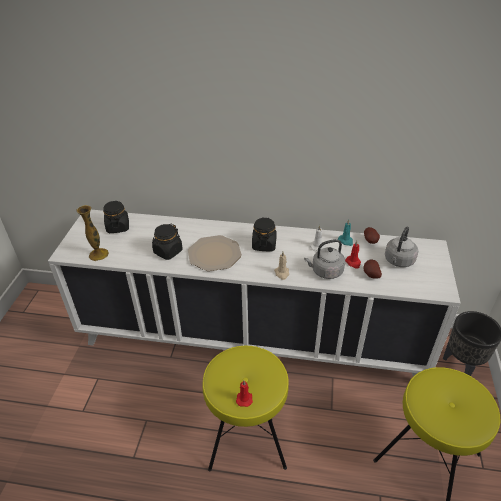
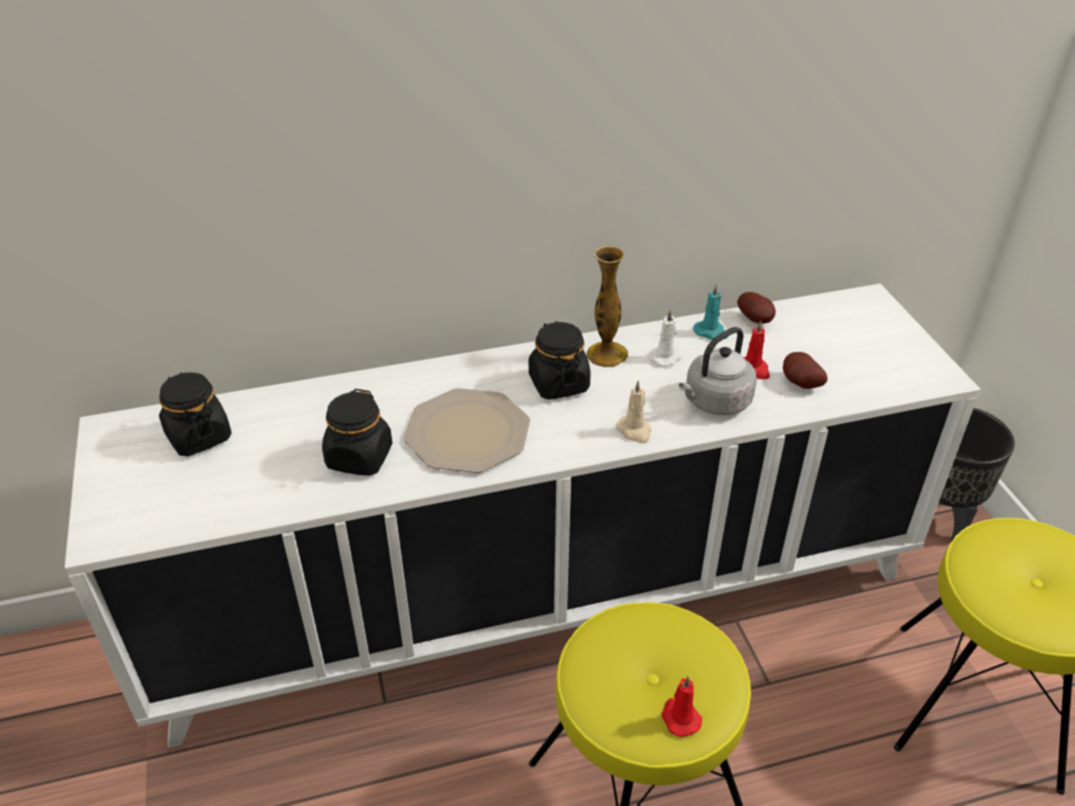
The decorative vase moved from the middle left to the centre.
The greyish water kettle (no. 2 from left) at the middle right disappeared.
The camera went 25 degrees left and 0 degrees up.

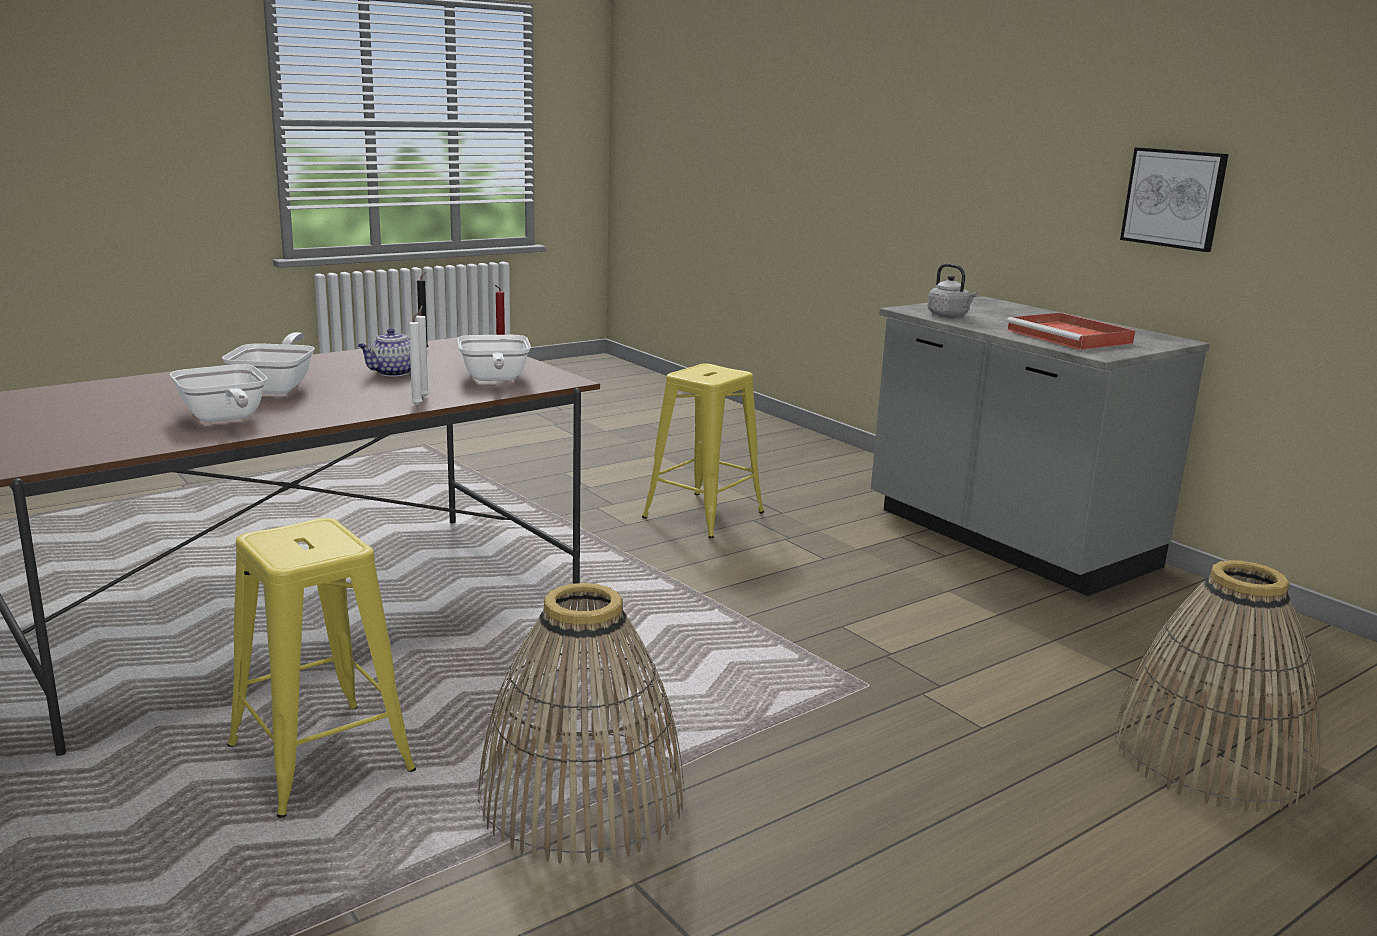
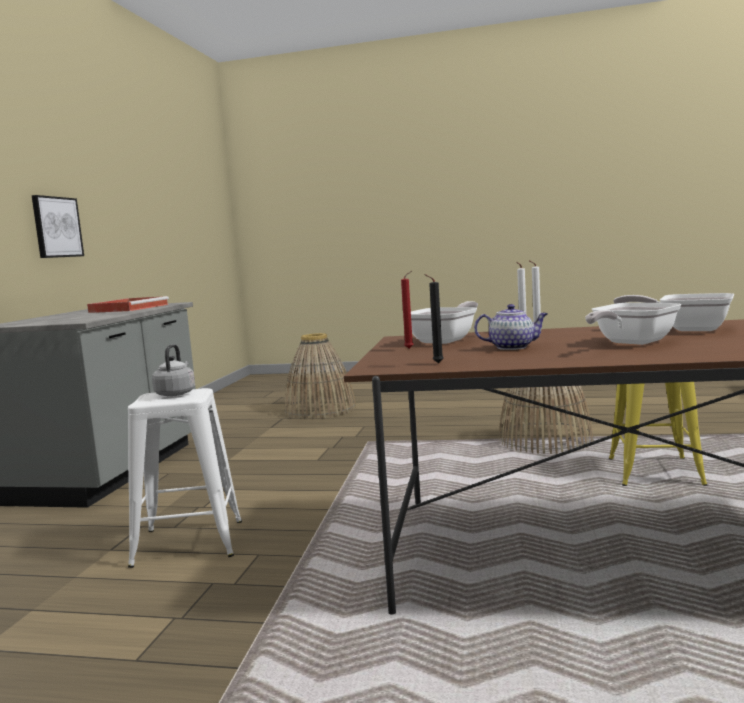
The skillet (no. 1 from left in the first image) at the middle left turned 75 degrees counterclockwise.
The yellowish stool seat (no. 2 from left) at the centre became the white stool seat at the bottom left.
The greyish water kettle moved from the top right to the middle left.
The camera went 130 degrees left and 10 degrees down.

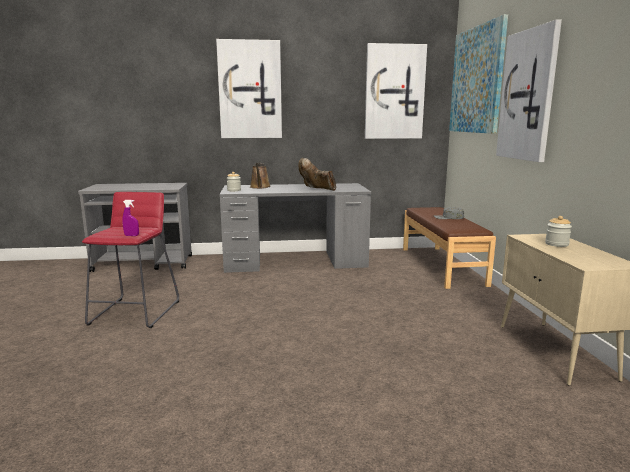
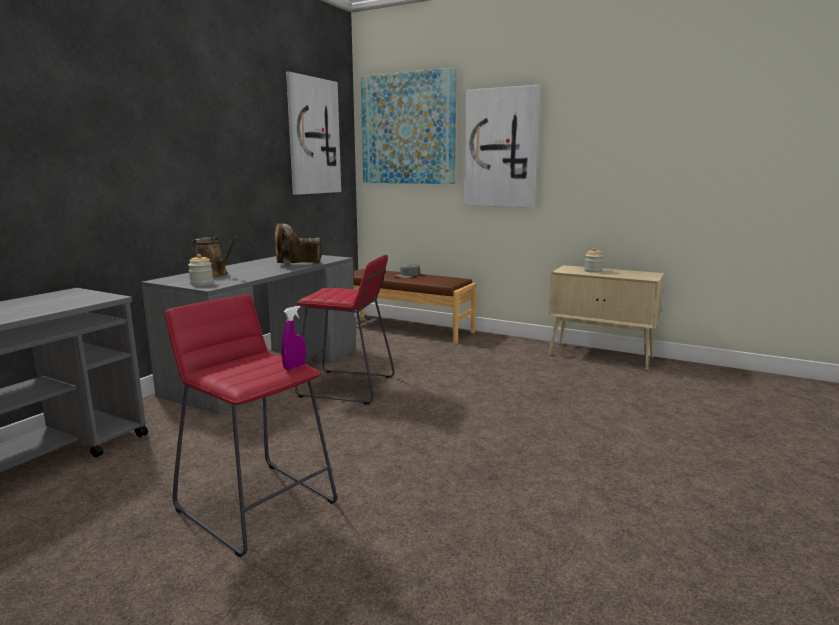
The wall art (no. 1 from left) at the top centre disappeared.
The red-coloured stool seat (no. 2 from left) at the centre appeared.
The camera went 55 degrees left and 0 degrees up.

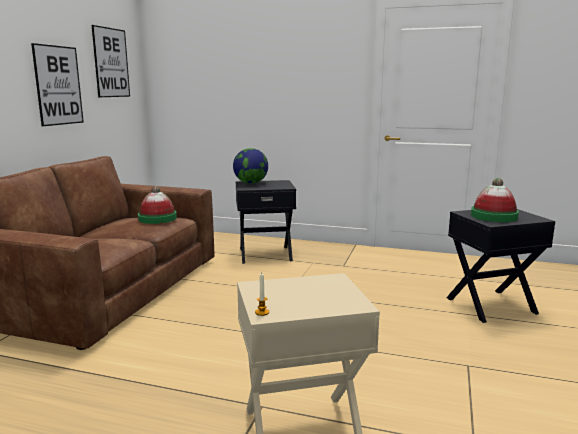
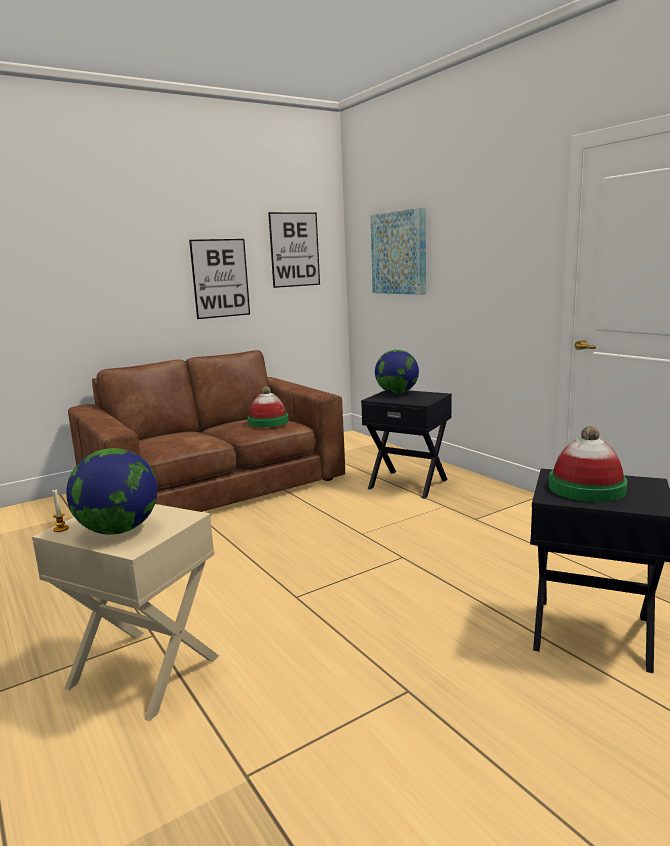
The world globe (no. 1 from left) at the middle left appeared.
The wall art (no. 3 from left) at the top centre appeared.
The camera went 40 degrees right and 0 degrees up.

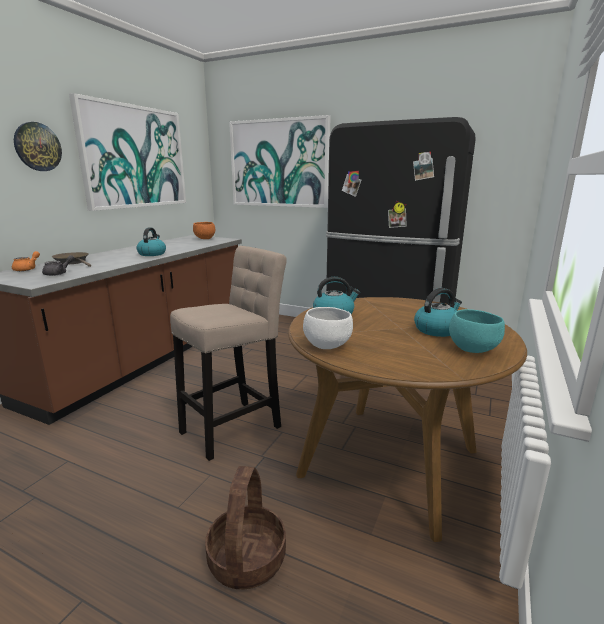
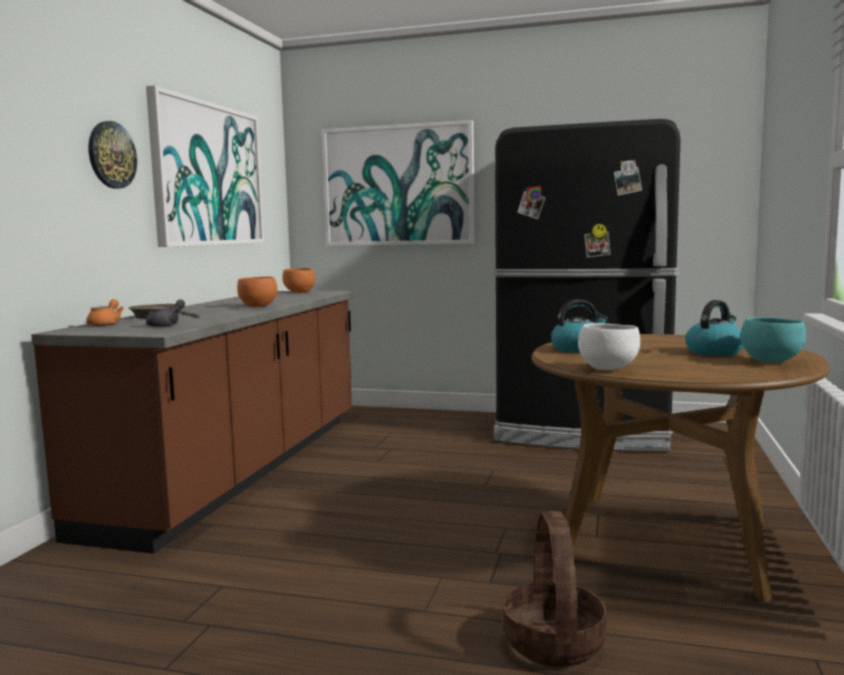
The water kettle (no. 1 from left) at the middle left was replaced by the orangey deep dish (no. 1 from left) at the middle left.
The beige-coloured stool seat at the centre disappeared.
The camera went 10 degrees left and 10 degrees down.

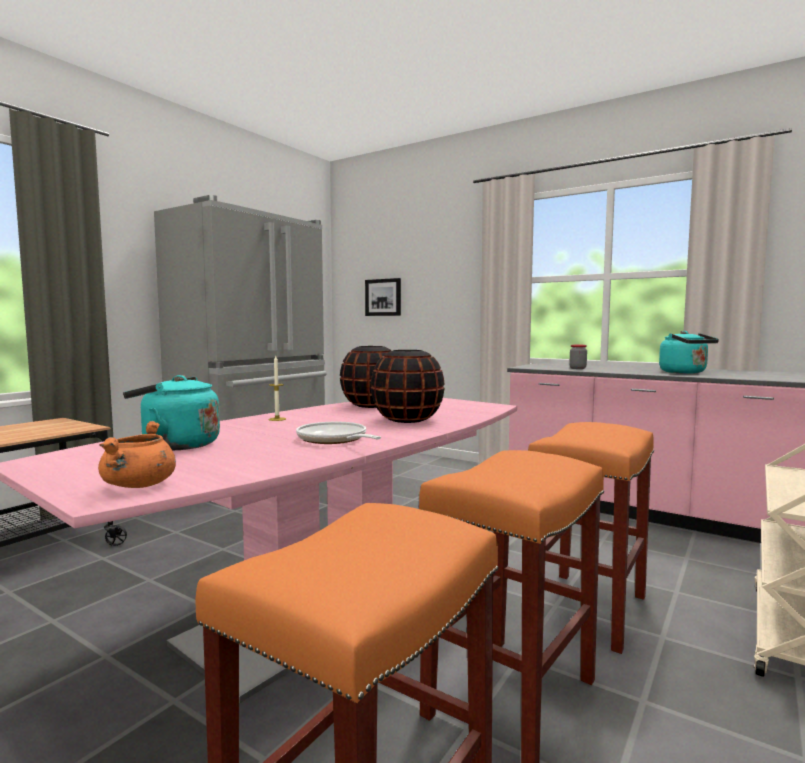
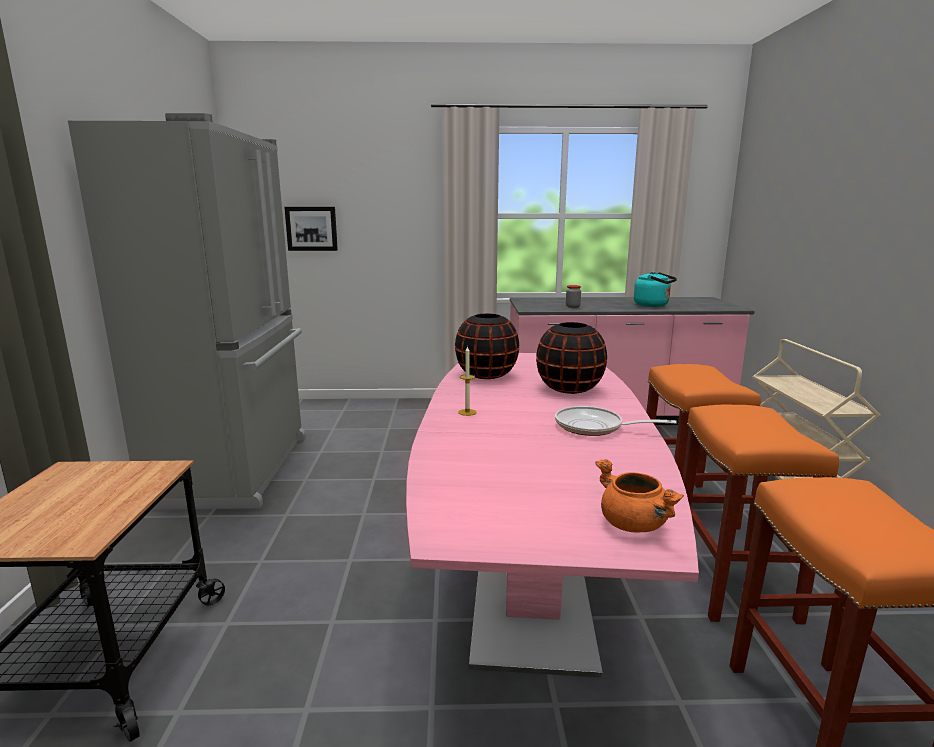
The turquoise-coloured water kettle (no. 1 from left) at the middle left disappeared.
The camera went 35 degrees left and 10 degrees up.

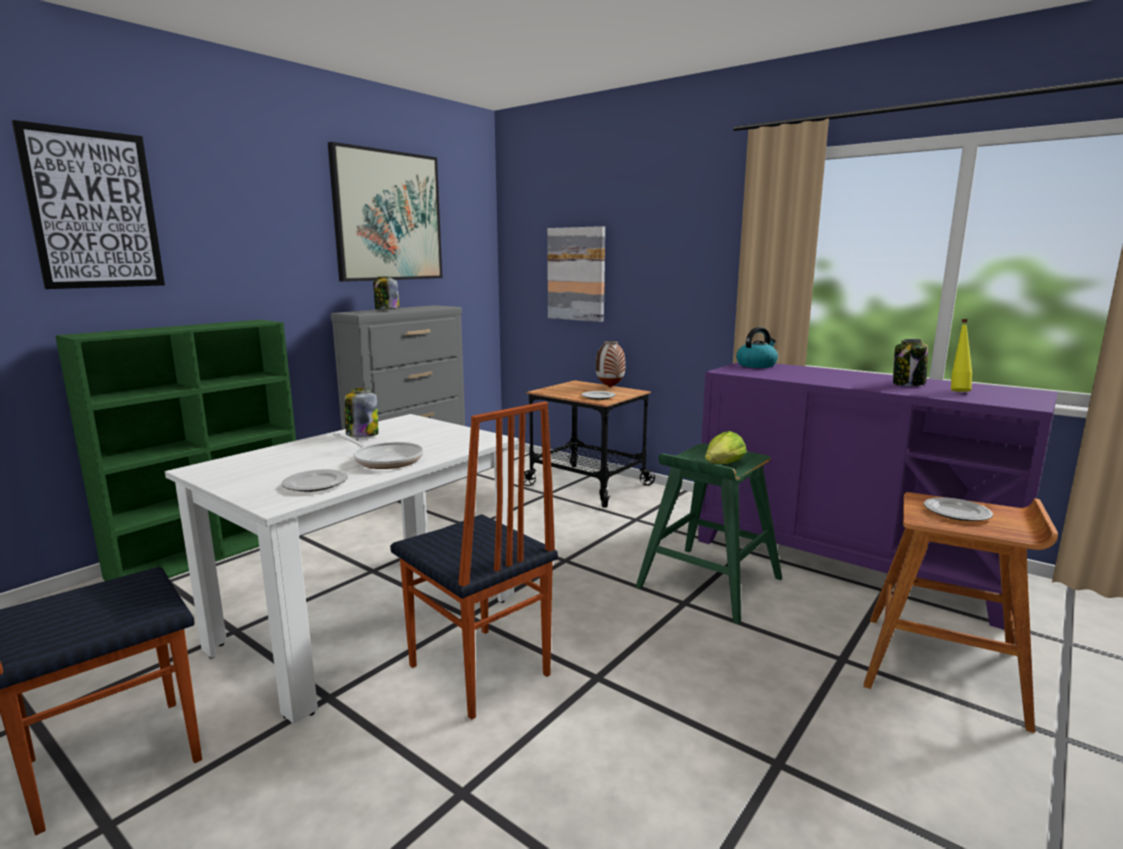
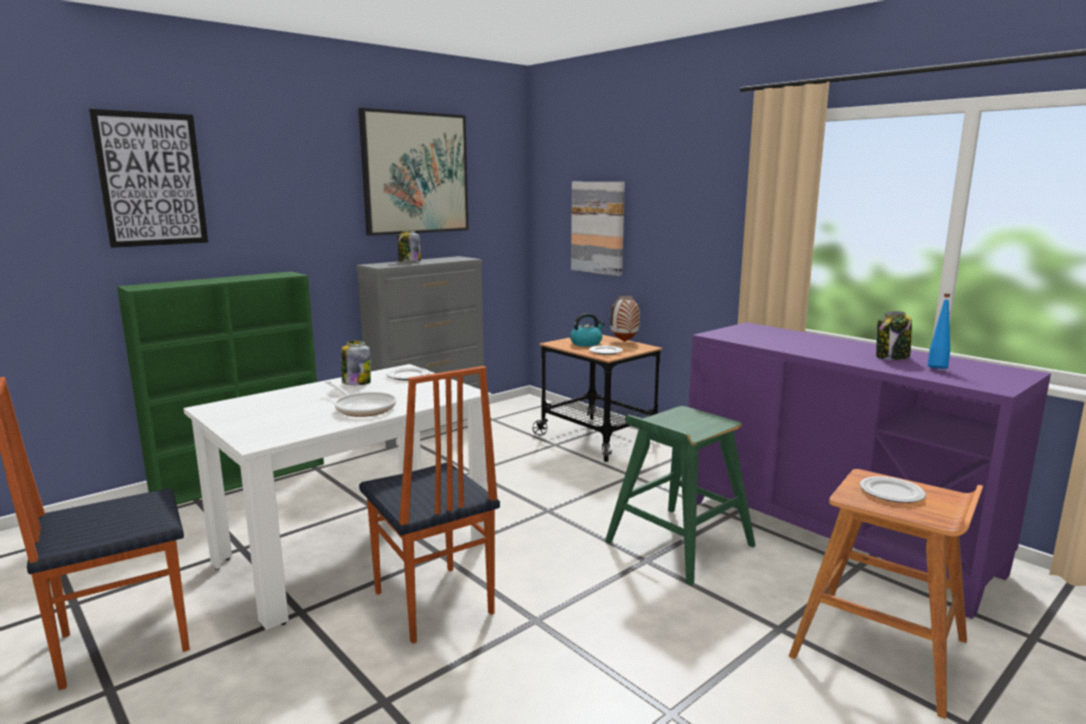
The plate (no. 1 from left) moved from the middle left to the centre.
The lettuce head at the centre disappeared.
The water kettle moved from the middle right to the centre.
The yellowish beverage bottle at the middle right became the blue-coloured beverage bottle at the middle right.
The camera went 10 degrees right and 0 degrees up.

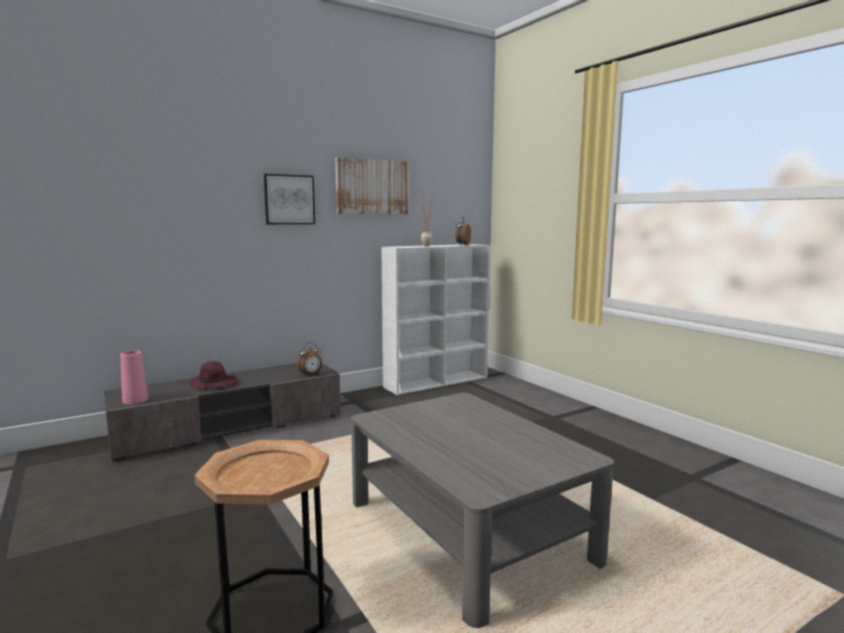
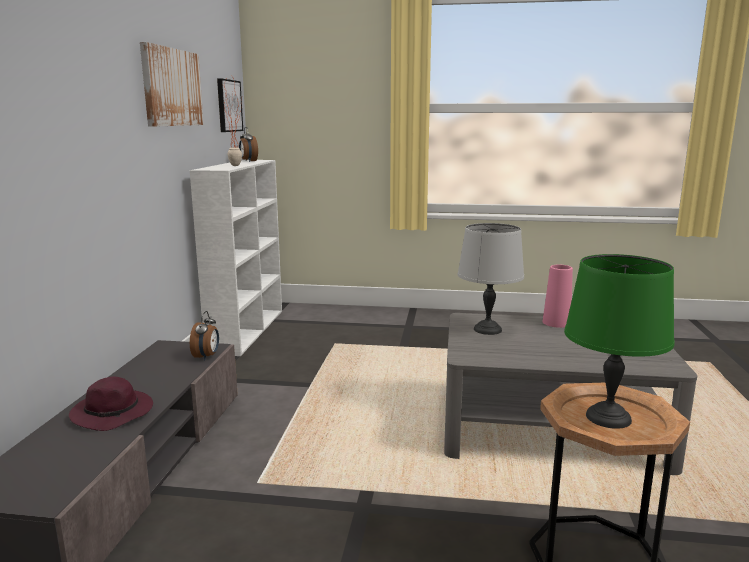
The pink-coloured decorative vase moved from the middle left to the middle right.
The wall art (no. 1 from left in the first image) moved from the top centre to the top left.
The greyish lamp for a table at the centre appeared.
The green-coloured lamp for a table at the middle right appeared.
The camera went 50 degrees left and 5 degrees up.

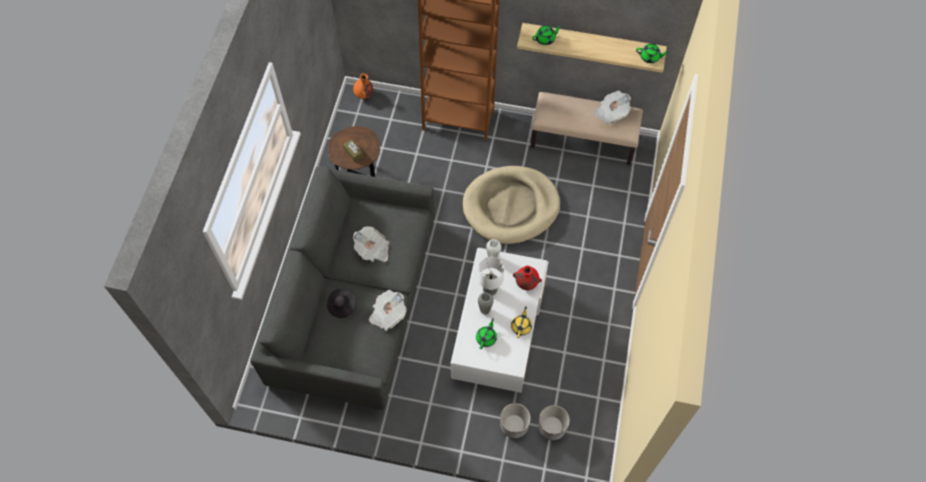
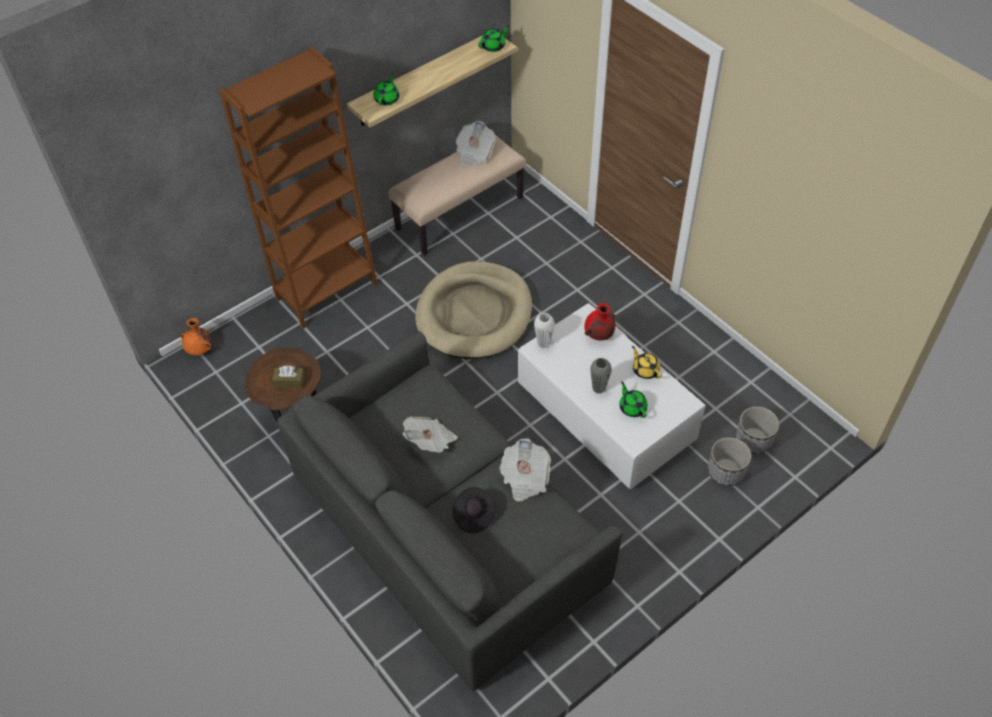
The lamp for a table at the centre disappeared.
The camera went 50 degrees left and 10 degrees down.

